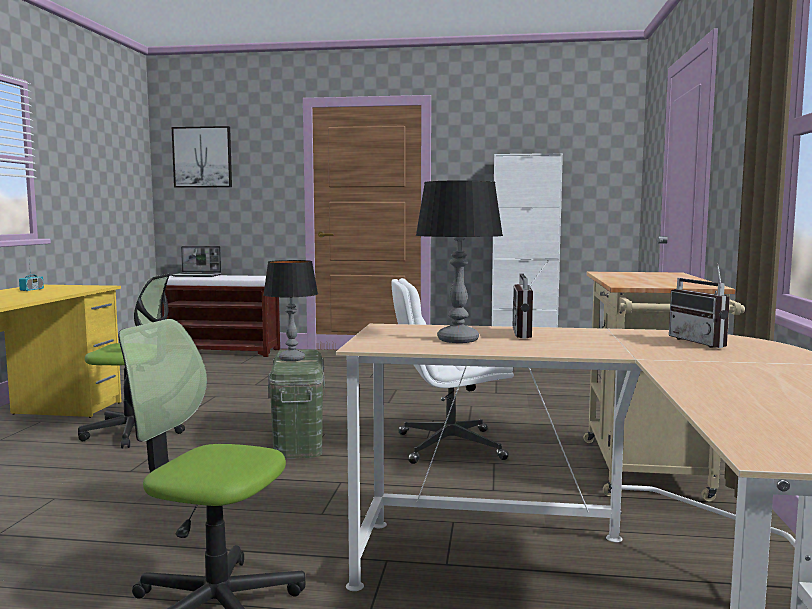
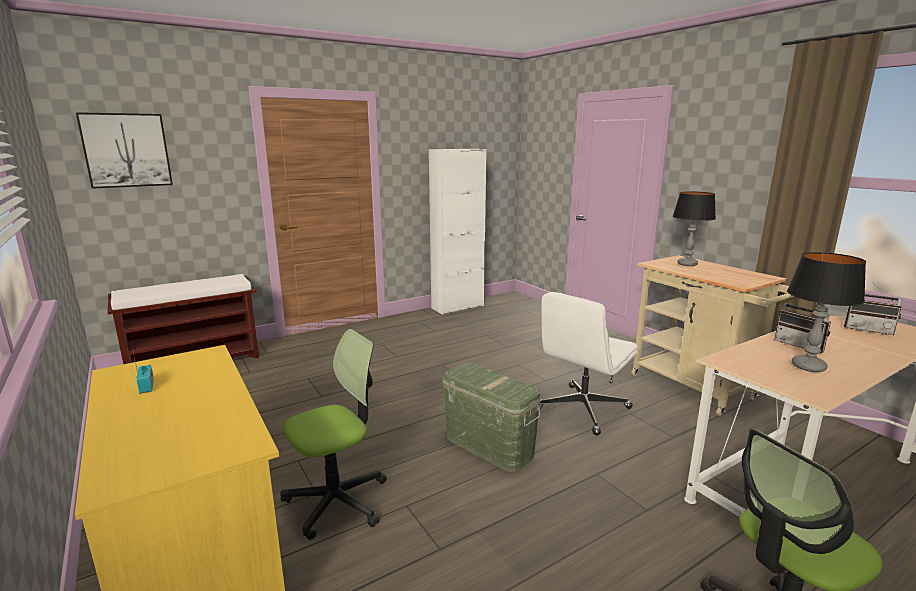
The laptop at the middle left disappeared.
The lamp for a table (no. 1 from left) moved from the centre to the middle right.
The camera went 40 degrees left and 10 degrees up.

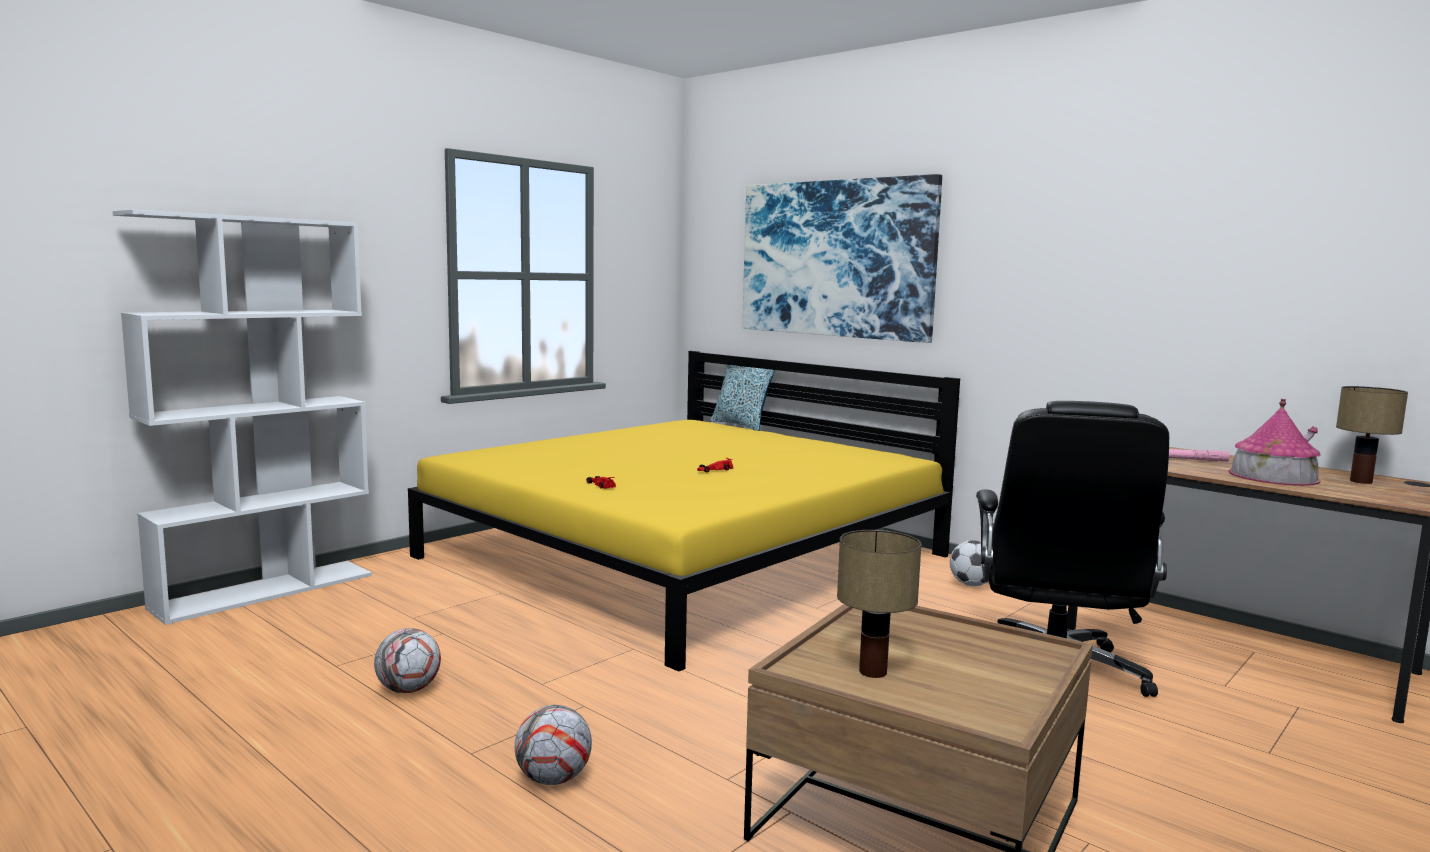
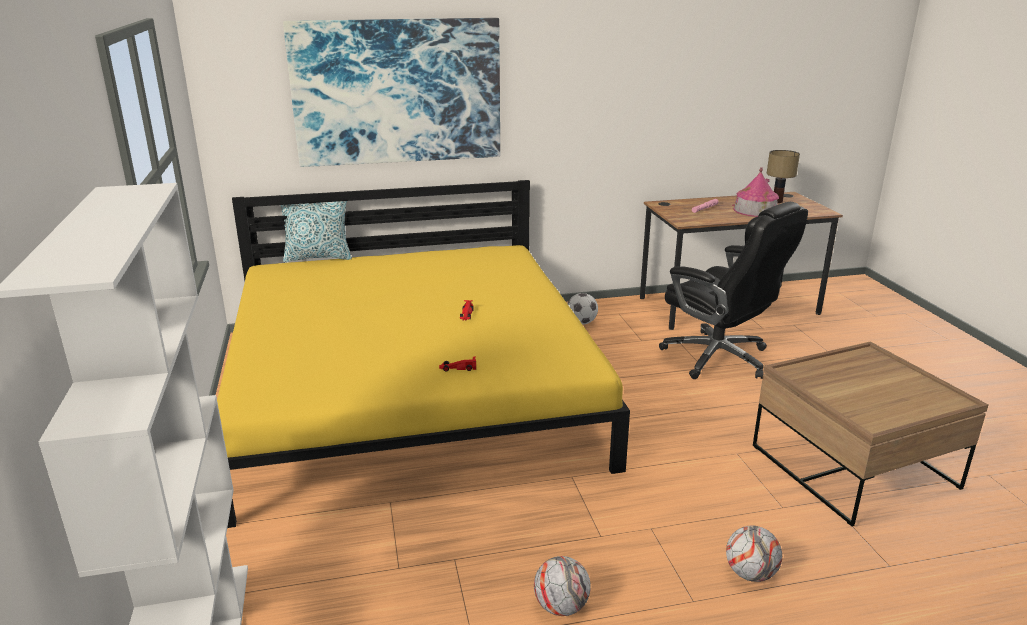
The lamp for a table (no. 1 from left) at the bottom centre disappeared.
The camera went 55 degrees left and 15 degrees up.

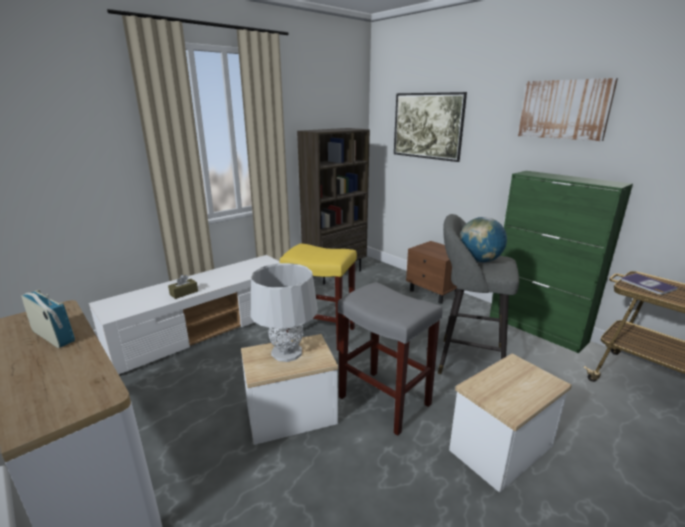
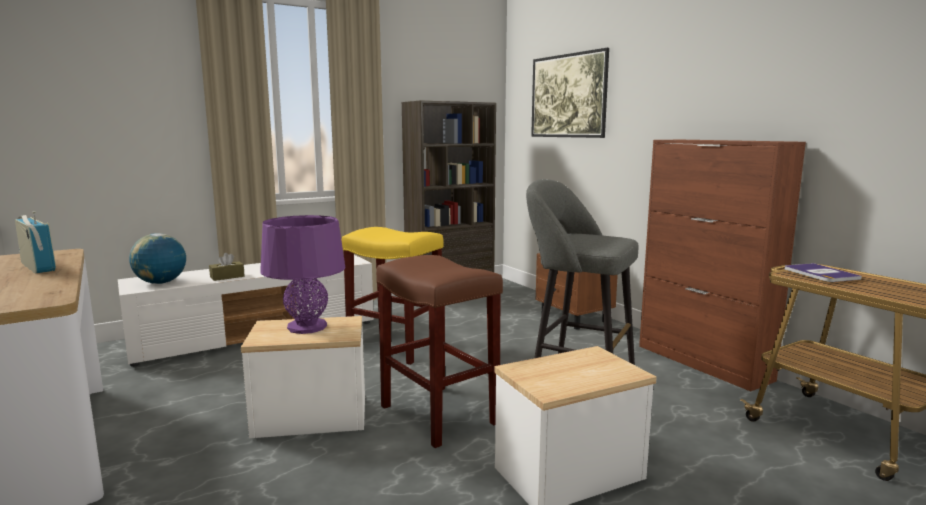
The greyish lamp for a table at the centre became the purplish lamp for a table at the middle left.
The greyish stool seat (no. 1 from left) at the bottom centre became the brownish stool seat at the bottom centre.
The world globe moved from the middle right to the middle left.
The green-coloured cupboard at the middle right became the brownish cupboard at the middle right.
The wall art (no. 2 from left) at the top right disappeared.
The camera went 10 degrees right and 10 degrees down.

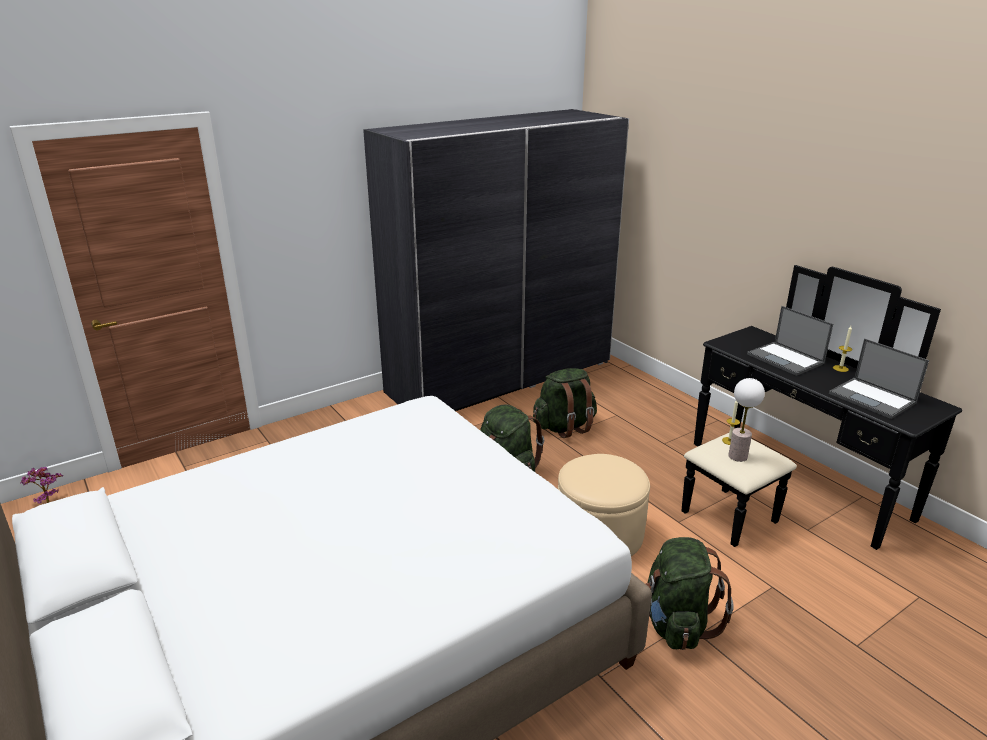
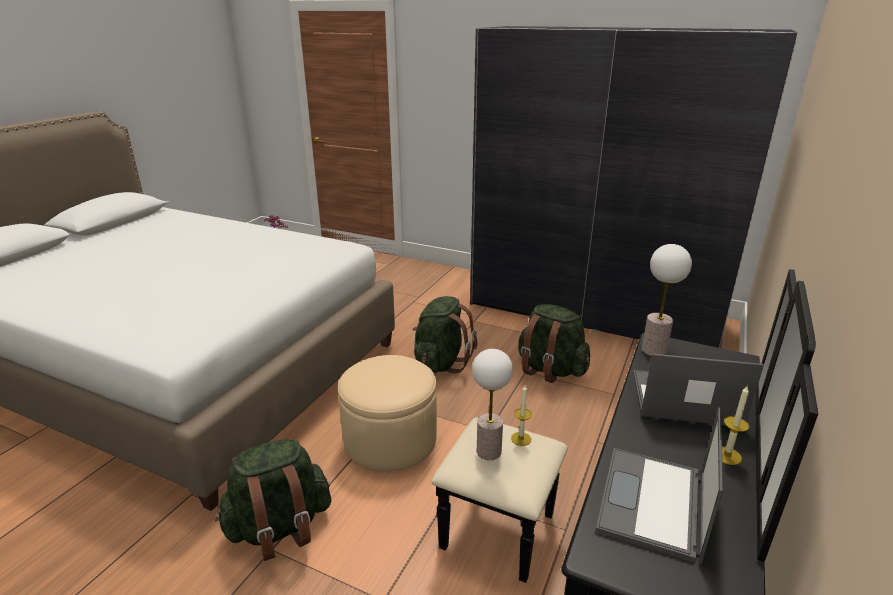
The laptop (no. 1 from left in the first image) at the middle right turned 75 degrees clockwise.
The lamp for a table (no. 2 from left) at the middle right appeared.
The camera went 60 degrees right and 0 degrees up.

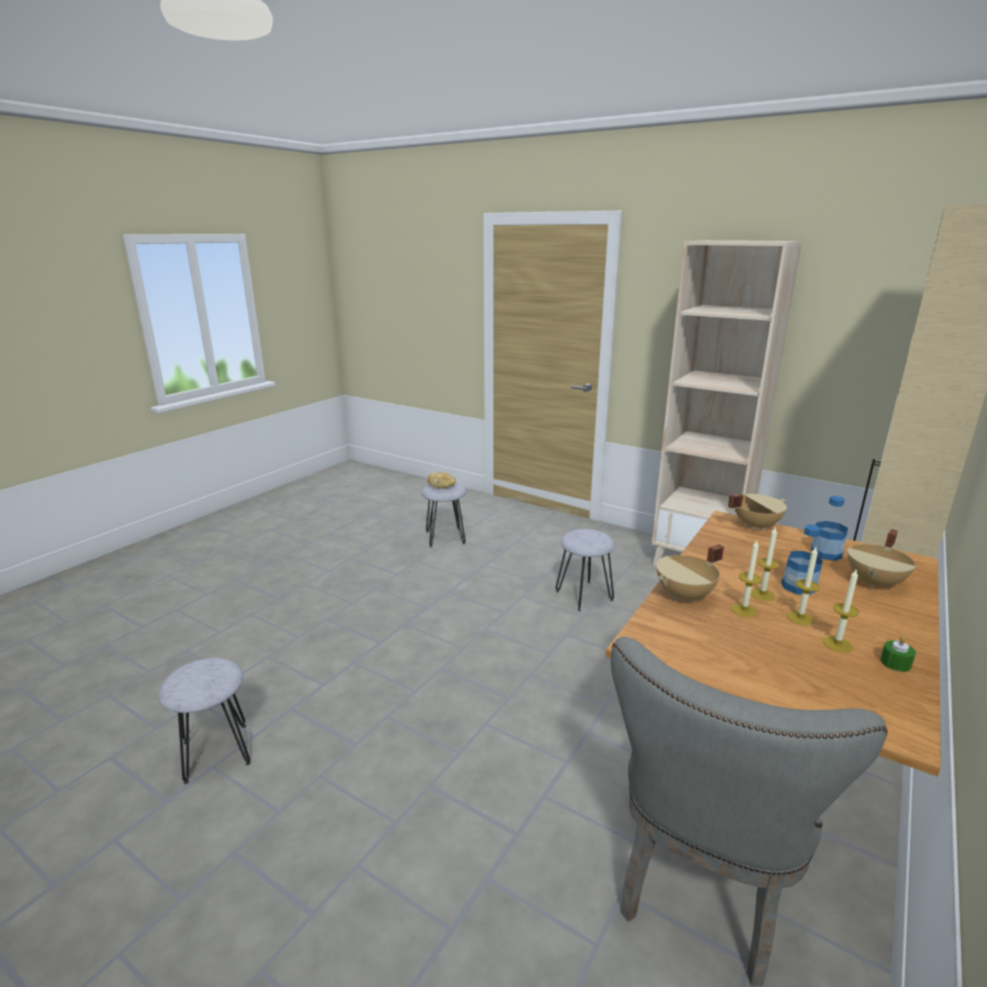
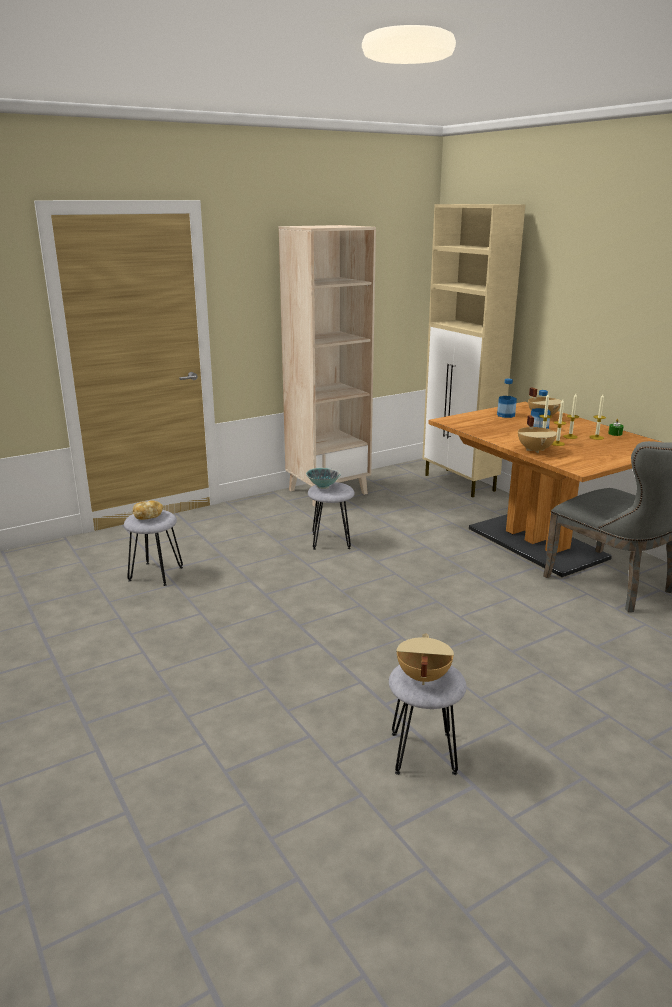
The beige-coloured stockpot (no. 2 from left in the first image) moved from the middle right to the centre.
The deep dish at the centre appeared.
The camera went 65 degrees left and 0 degrees up.

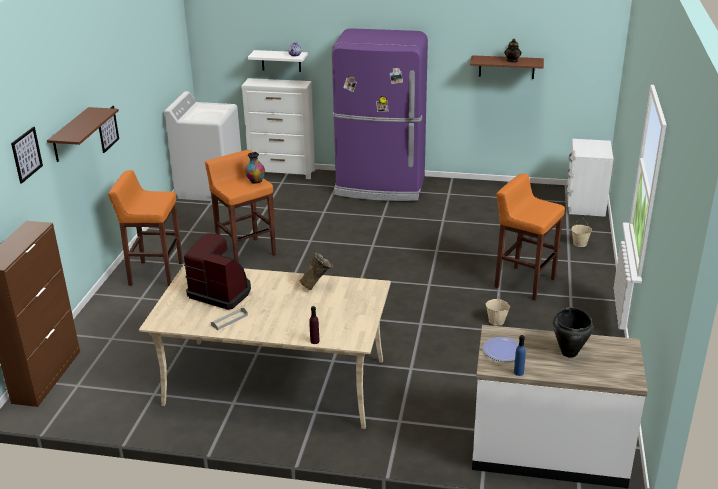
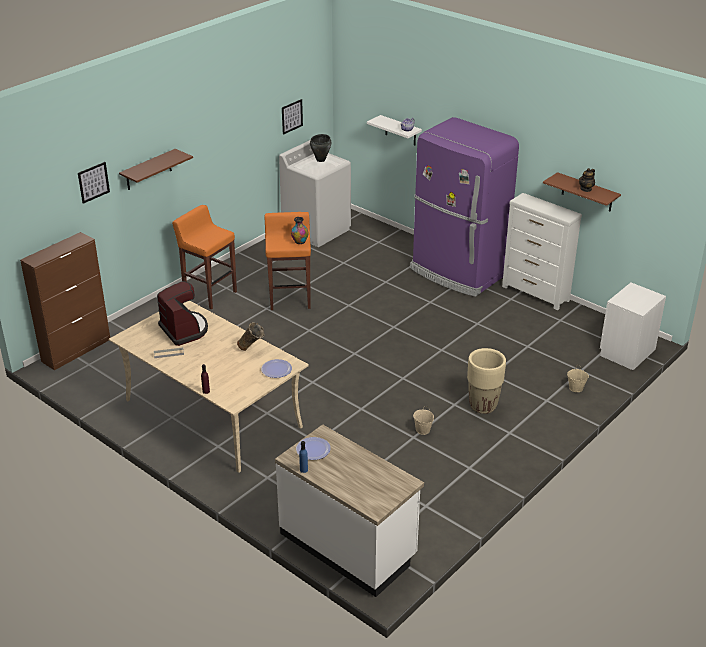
The wall art (no. 2 from left) moved from the top left to the top centre.
The white drawer chest moved from the top centre to the middle right.
The orangey stool seat (no. 3 from left) at the middle right was replaced by the beige-coloured planter at the middle right.
The black-coloured stockpot moved from the bottom right to the top centre.
The plate (no. 1 from left) at the centre appeared.
The camera went 30 degrees right and 5 degrees up.

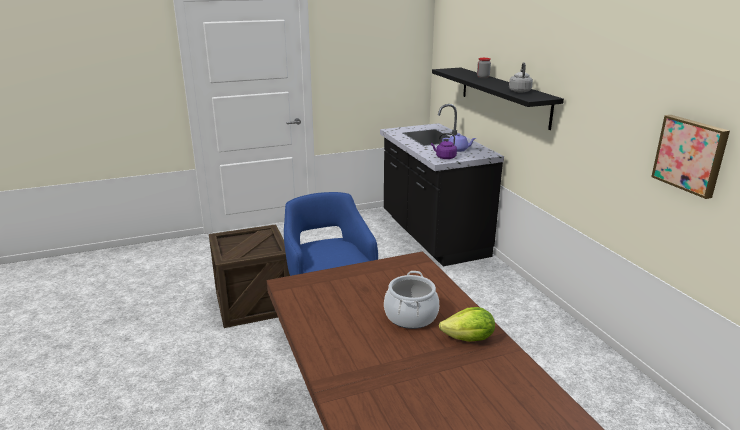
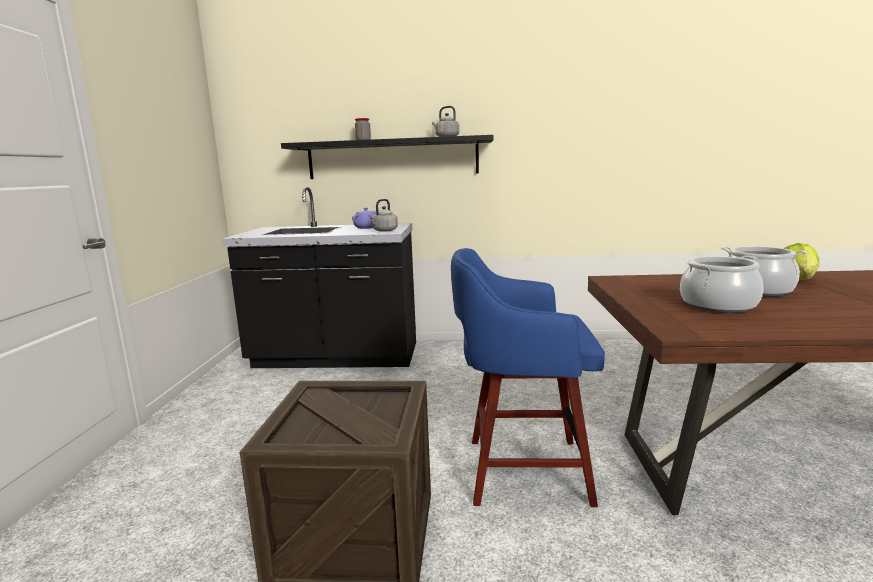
The purplish water kettle at the centre became the greyish water kettle (no. 1 from left) at the centre.
The wall art at the middle right disappeared.
The stockpot (no. 1 from left) at the middle right appeared.
The camera went 65 degrees left and 10 degrees down.

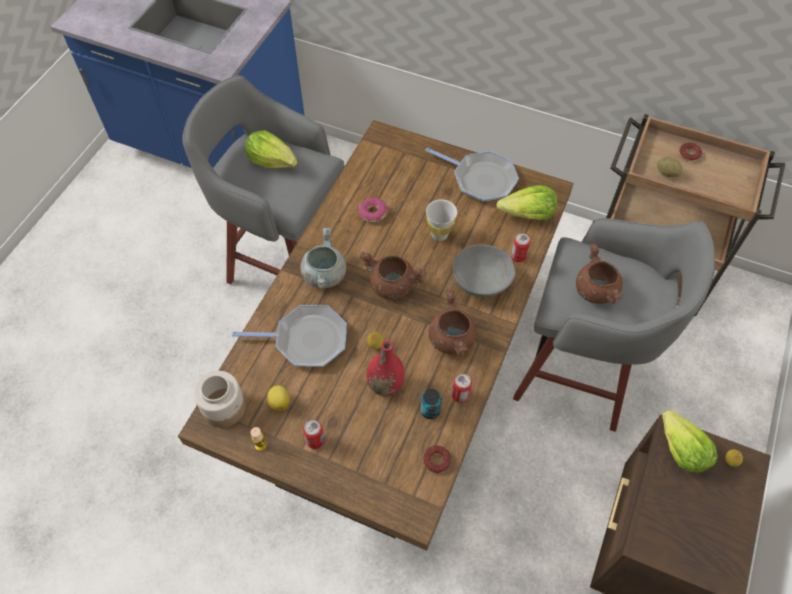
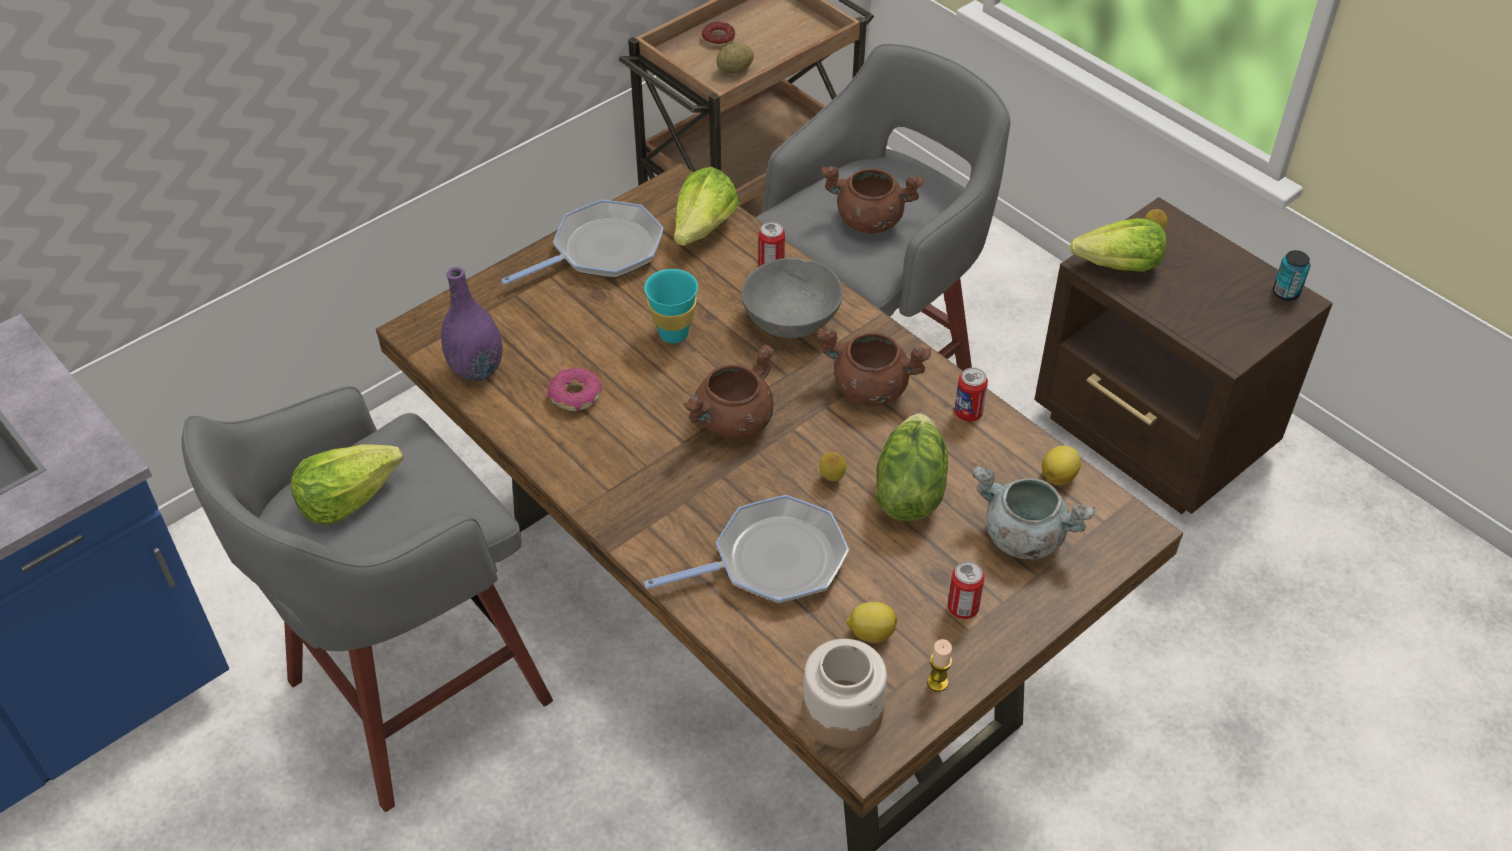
The skillet (no. 1 from left in the first image) at the centre turned 45 degrees clockwise.
The greyish stockpot moved from the centre to the middle right.
The red-coloured decorative vase at the centre was replaced by the lettuce head (no. 3 from left) at the centre.
The sealed can (no. 2 from left in the first image) moved from the bottom centre to the top right.
The doughnut (no. 2 from left) at the bottom centre was replaced by the whole lemon (no. 3 from left) at the middle right.
The white cup at the centre became the turquoise-coloured cup at the centre.
The purplish decorative vase at the middle left appeared.
The camera went 65 degrees left and 10 degrees down.

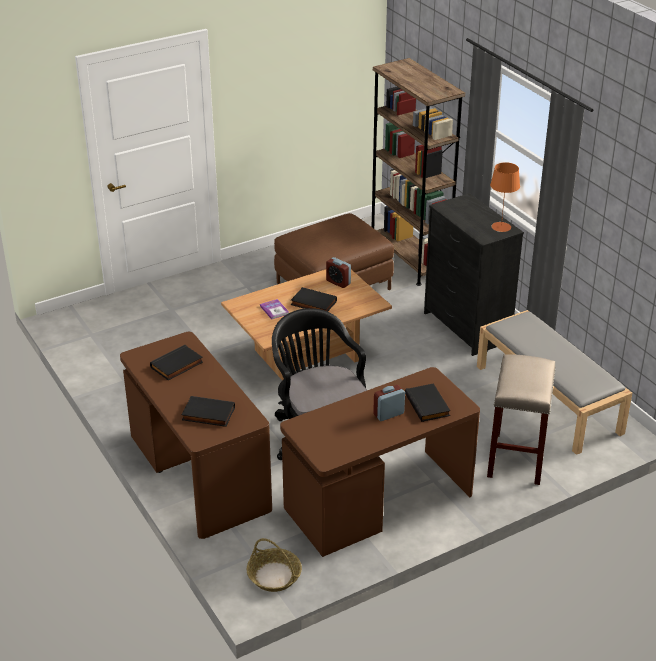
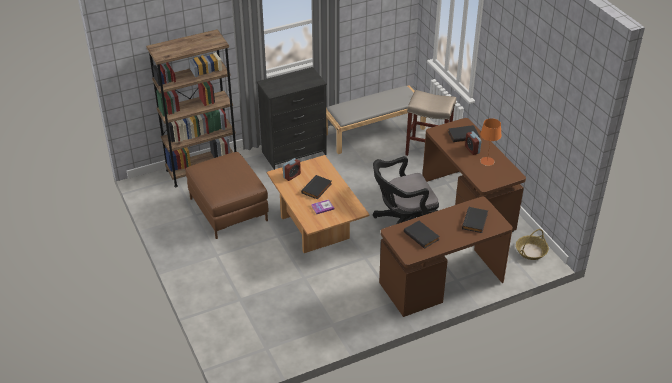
The orangey lamp for a table moved from the top right to the middle right.
The camera went 85 degrees left and 5 degrees up.

